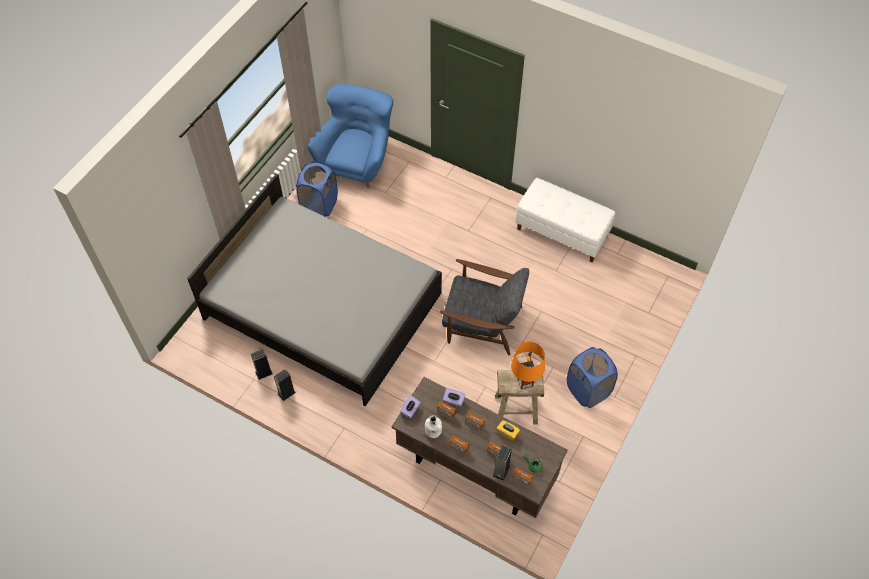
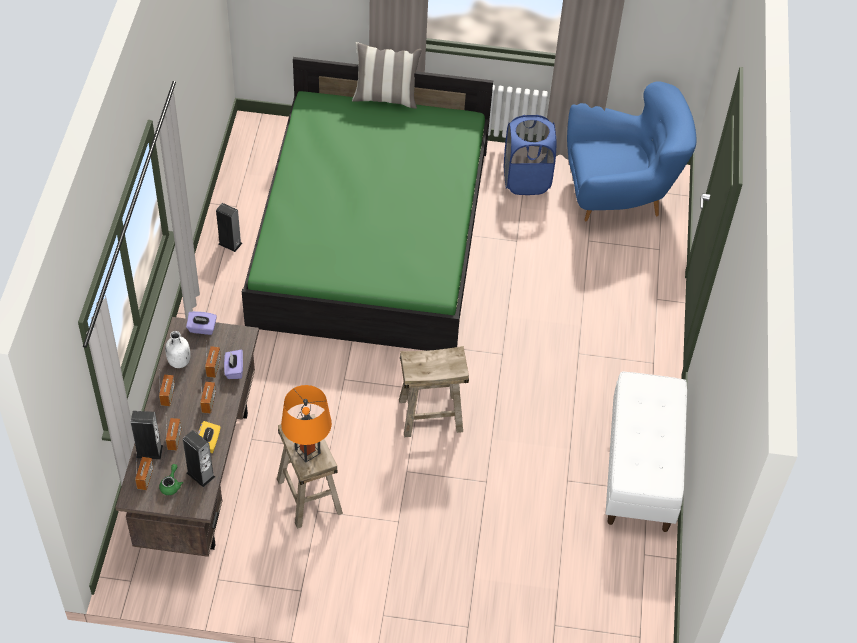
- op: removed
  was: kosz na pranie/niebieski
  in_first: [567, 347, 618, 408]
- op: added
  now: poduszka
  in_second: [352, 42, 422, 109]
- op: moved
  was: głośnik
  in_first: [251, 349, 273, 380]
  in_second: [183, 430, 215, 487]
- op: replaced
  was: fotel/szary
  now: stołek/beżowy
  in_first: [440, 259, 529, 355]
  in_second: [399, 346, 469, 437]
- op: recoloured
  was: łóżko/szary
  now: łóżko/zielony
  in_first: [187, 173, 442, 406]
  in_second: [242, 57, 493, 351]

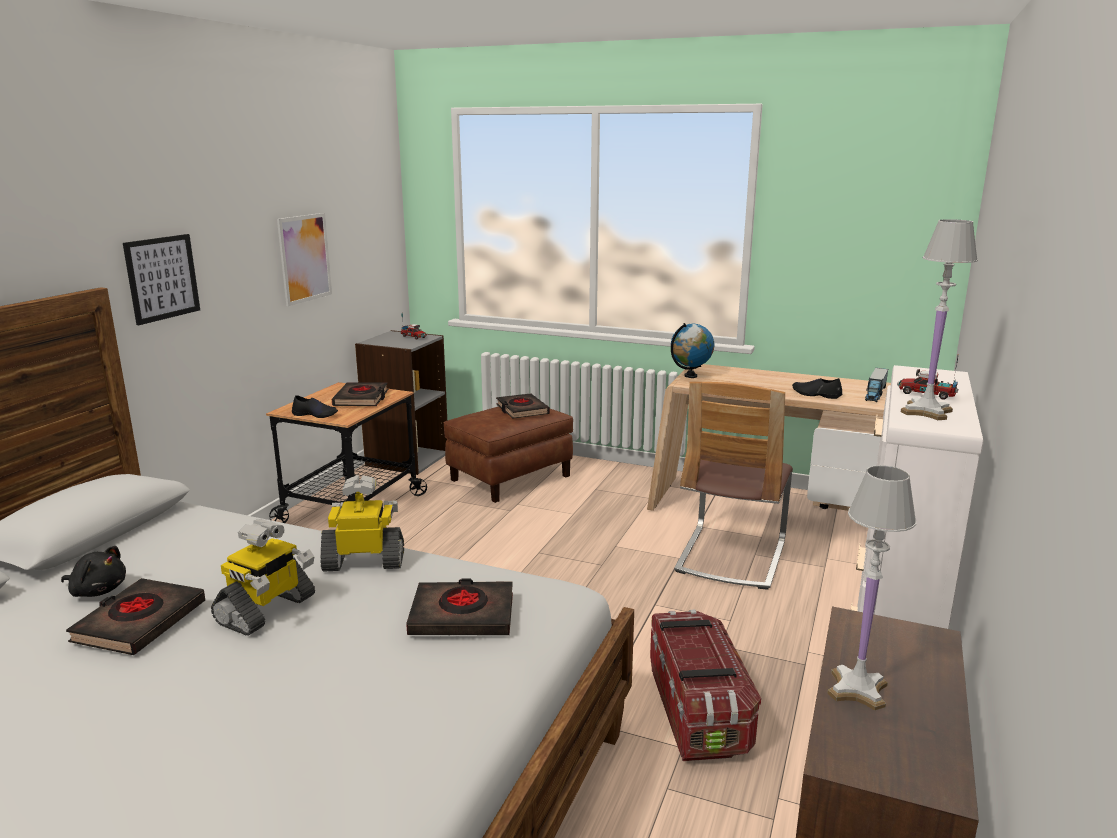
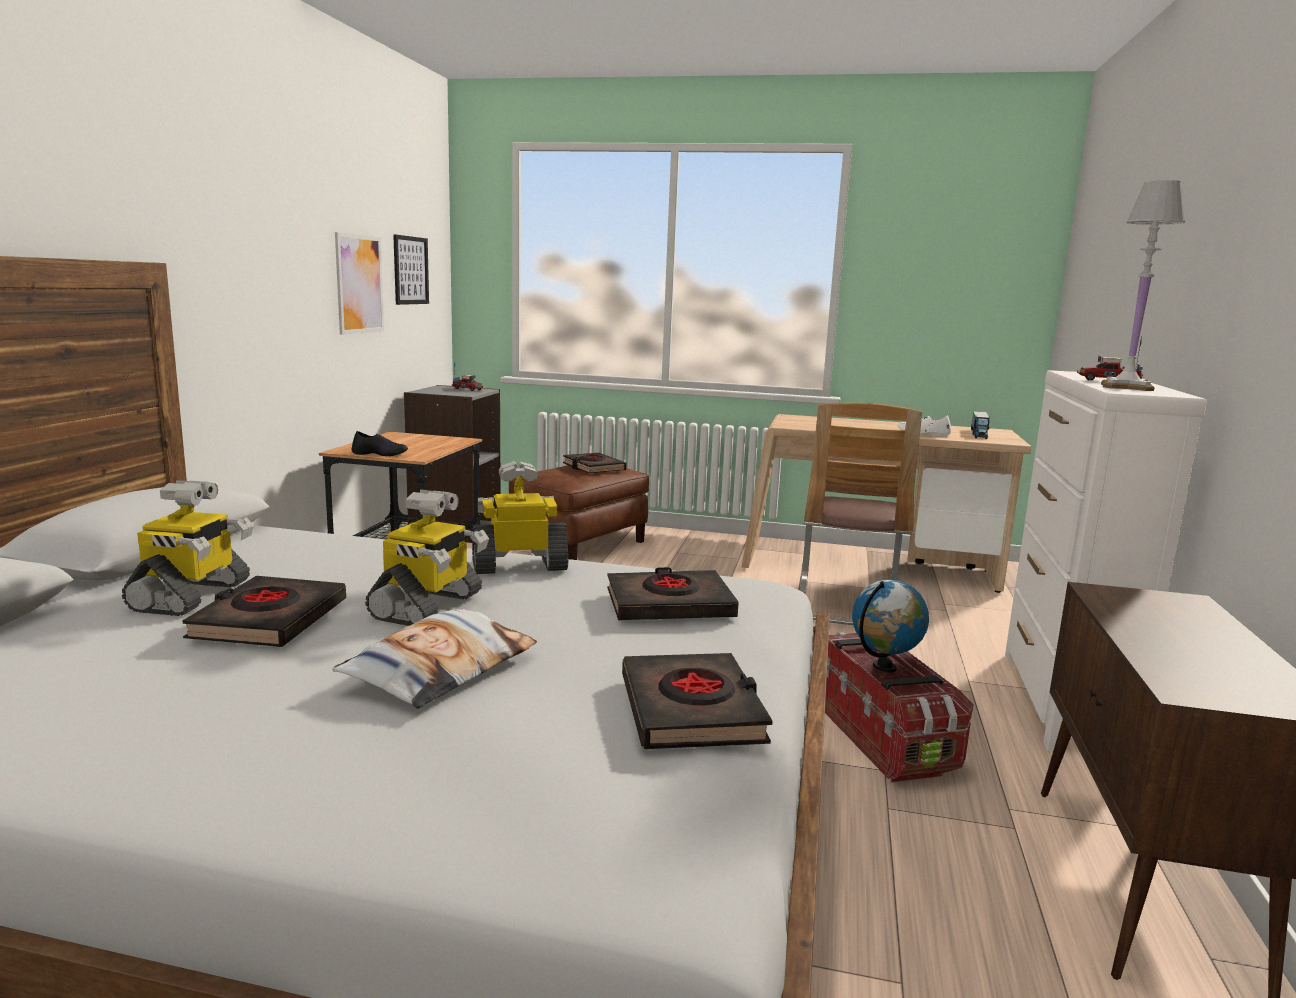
- op: removed
  was: lampa stołowa/biały
  in_first: [827, 465, 916, 711]
- op: added
  now: poduszka
  in_second: [332, 609, 537, 708]
- op: moved
  was: obraz
  in_first: [123, 234, 200, 325]
  in_second: [393, 234, 429, 305]
- op: moved
  was: książka/czarny
  in_first: [332, 382, 388, 406]
  in_second: [622, 653, 773, 749]
- op: moved
  was: globus
  in_first: [671, 323, 714, 378]
  in_second: [852, 580, 929, 673]
- op: replaced
  was: pluszak/czarny
  now: robot zabawkowy
  in_first: [61, 546, 126, 597]
  in_second: [122, 480, 254, 616]
- op: recoloured
  was: but/czarny
  now: but/biały
  in_first: [792, 378, 842, 399]
  in_second: [898, 416, 951, 437]

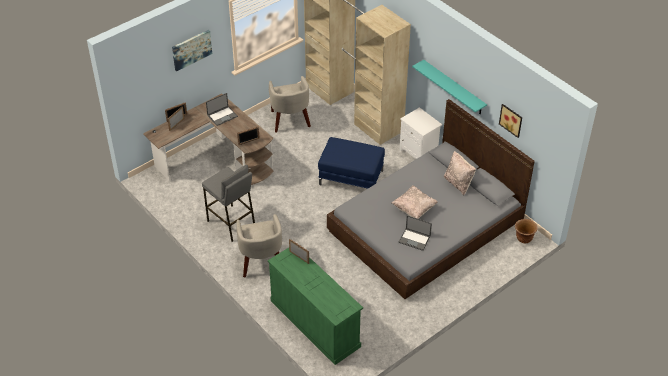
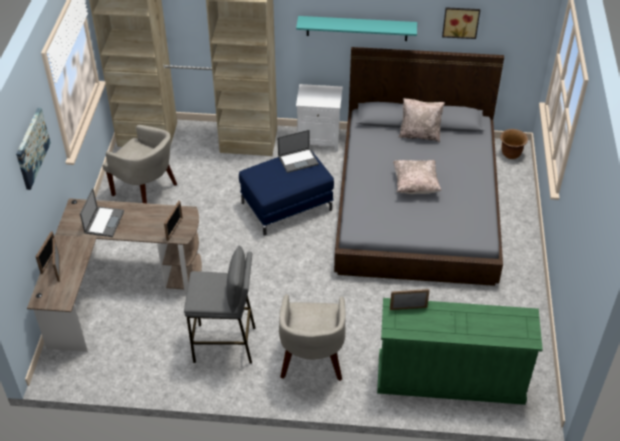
- op: moved
  was: laptop
  in_first: [398, 215, 432, 251]
  in_second: [278, 130, 319, 173]
- op: turned
  was: fotel/beżowy
  in_first: [236, 214, 282, 277]
  in_second: [279, 294, 346, 381]
  clockwise: 60

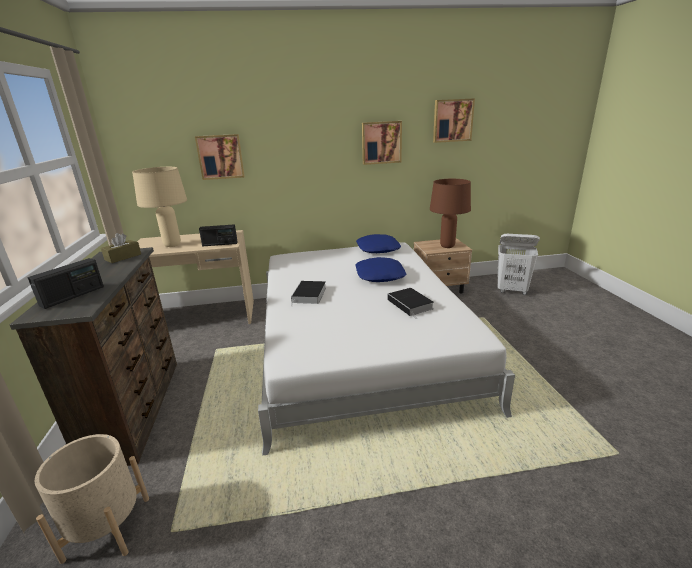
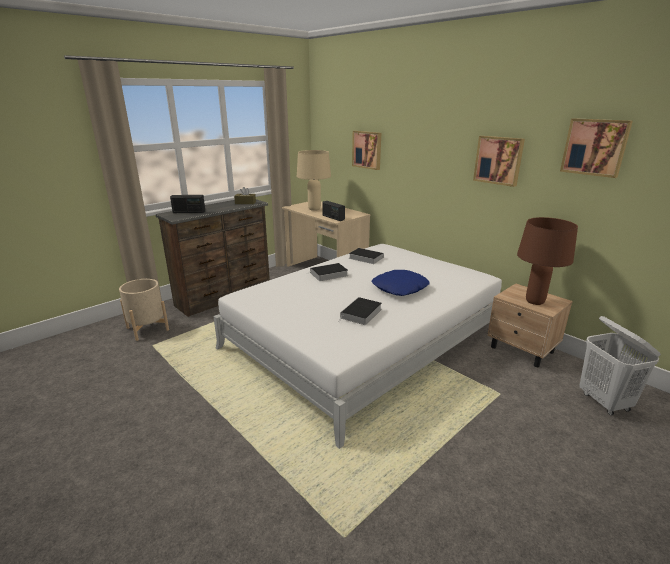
- op: removed
  was: poduszka/niebieski
  in_first: [356, 234, 401, 253]
- op: added
  now: książka
  in_second: [349, 248, 384, 264]

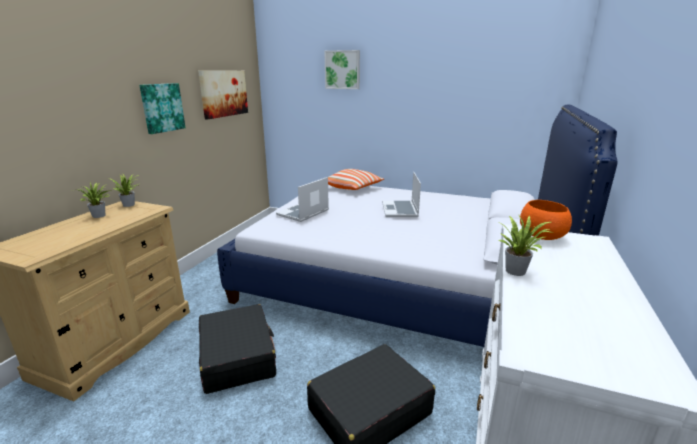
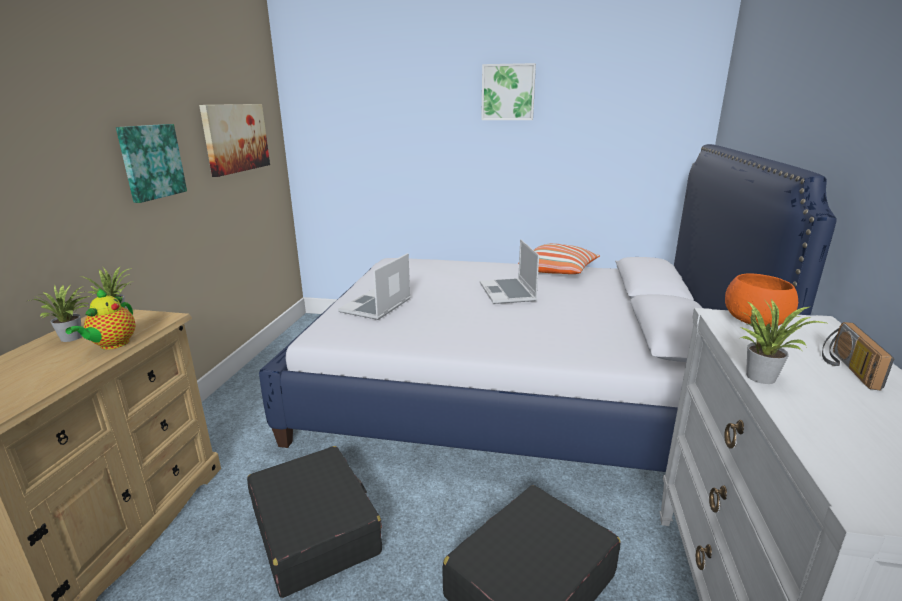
- op: added
  now: imbryk
  in_second: [65, 288, 135, 350]
- op: added
  now: radio
  in_second: [822, 322, 894, 391]
- op: moved
  was: obraz
  in_first: [324, 50, 360, 89]
  in_second: [481, 63, 536, 120]
- op: moved
  was: poduszka
  in_first: [328, 169, 384, 190]
  in_second: [518, 243, 600, 274]

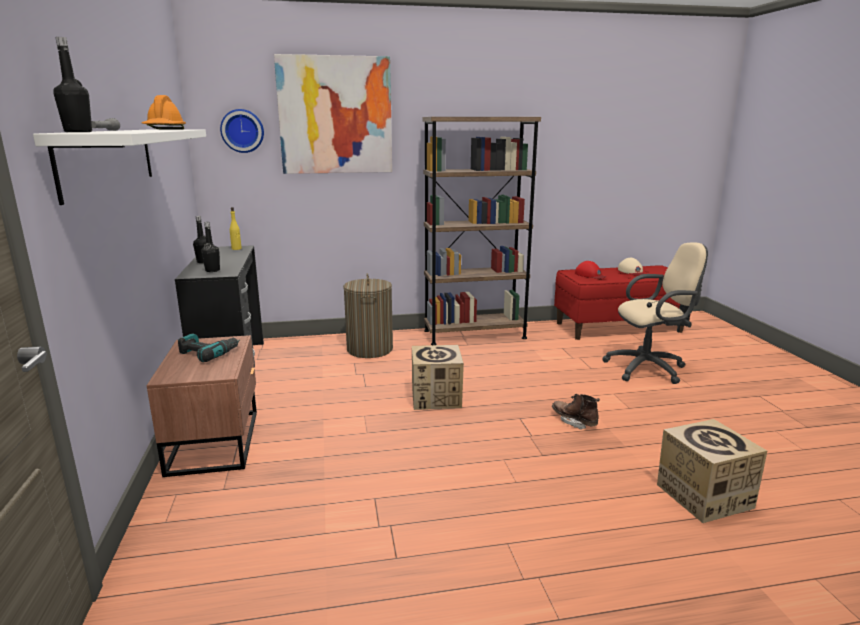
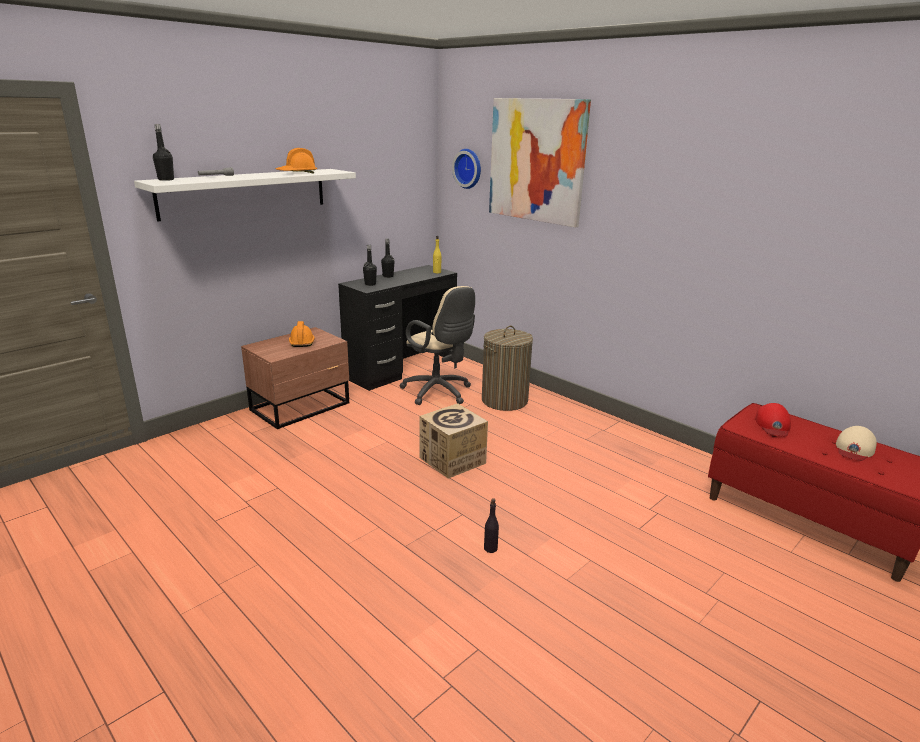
- op: removed
  was: regał/brązowy
  in_first: [422, 117, 541, 345]
- op: removed
  was: karton
  in_first: [657, 419, 767, 523]
- op: moved
  was: krzesło biurowe/beżowy
  in_first: [602, 242, 708, 384]
  in_second: [399, 286, 475, 405]
- op: replaced
  was: wiertarka
  now: kask/pomarańczowy
  in_first: [178, 333, 240, 362]
  in_second: [289, 321, 315, 347]
- op: replaced
  was: but z cholewką/brązowy
  now: butelka/czarny
  in_first: [552, 394, 600, 430]
  in_second: [484, 498, 499, 553]

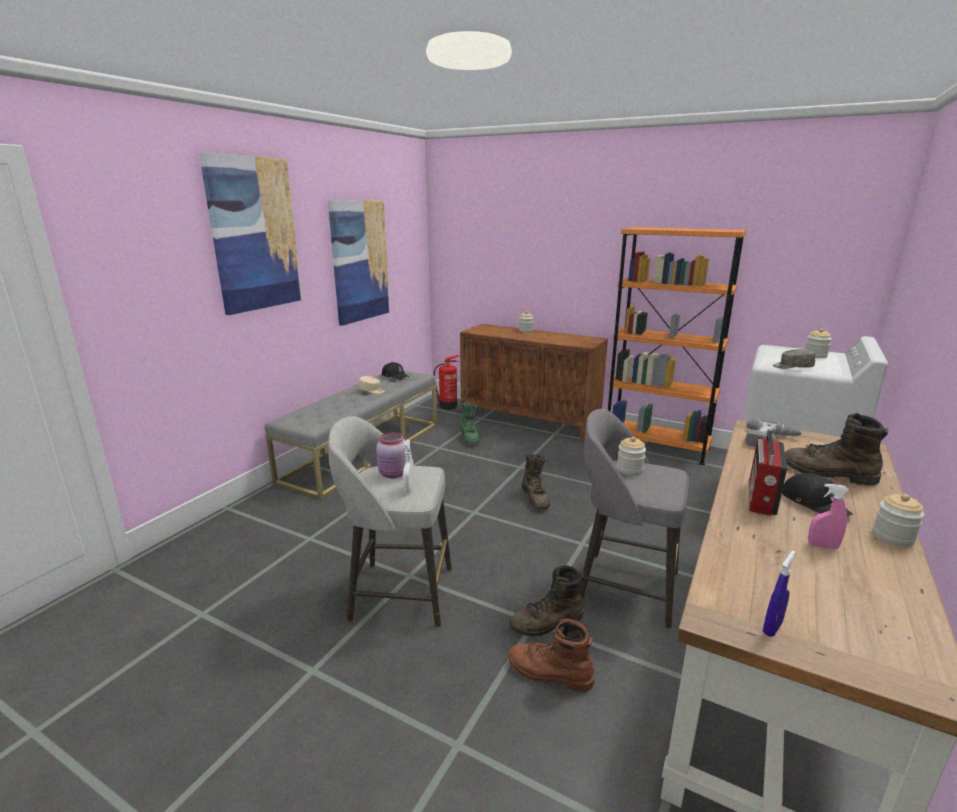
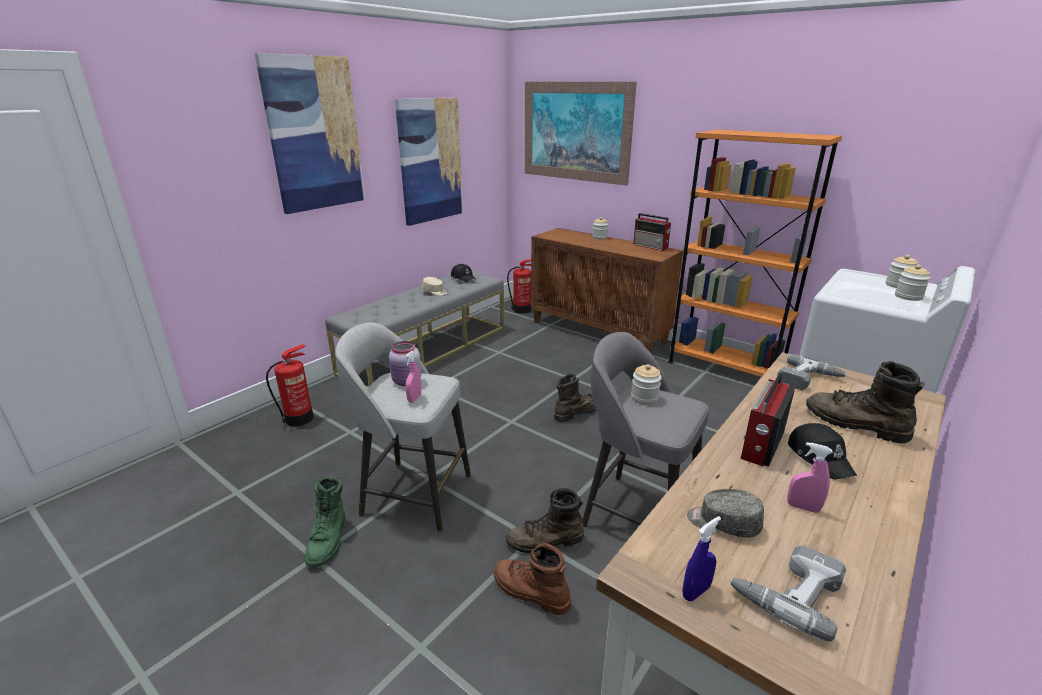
- op: added
  now: gaśnica
  in_second: [266, 344, 313, 426]
- op: added
  now: obraz
  in_second: [525, 81, 637, 186]
- op: added
  now: radio
  in_second: [633, 213, 671, 251]
- op: added
  now: wiertarka
  in_second: [729, 545, 846, 642]
- op: moved
  was: but z cholewką/zielony
  in_first: [461, 403, 480, 444]
  in_second: [304, 476, 345, 567]
- op: moved
  was: czapka z daszkiem/szary
  in_first: [773, 349, 815, 369]
  in_second: [687, 489, 764, 538]
- op: moved
  was: słoik
  in_first: [873, 494, 925, 547]
  in_second: [895, 265, 930, 301]
- op: recoloured
  was: spryskiwacz/biały
  now: spryskiwacz/różowy
  in_first: [403, 439, 415, 493]
  in_second: [405, 351, 421, 403]
- op: turned
  was: but z cholewką/brązowy
  in_first: [522, 454, 550, 509]
  in_second: [554, 374, 596, 422]
  clockwise: -120

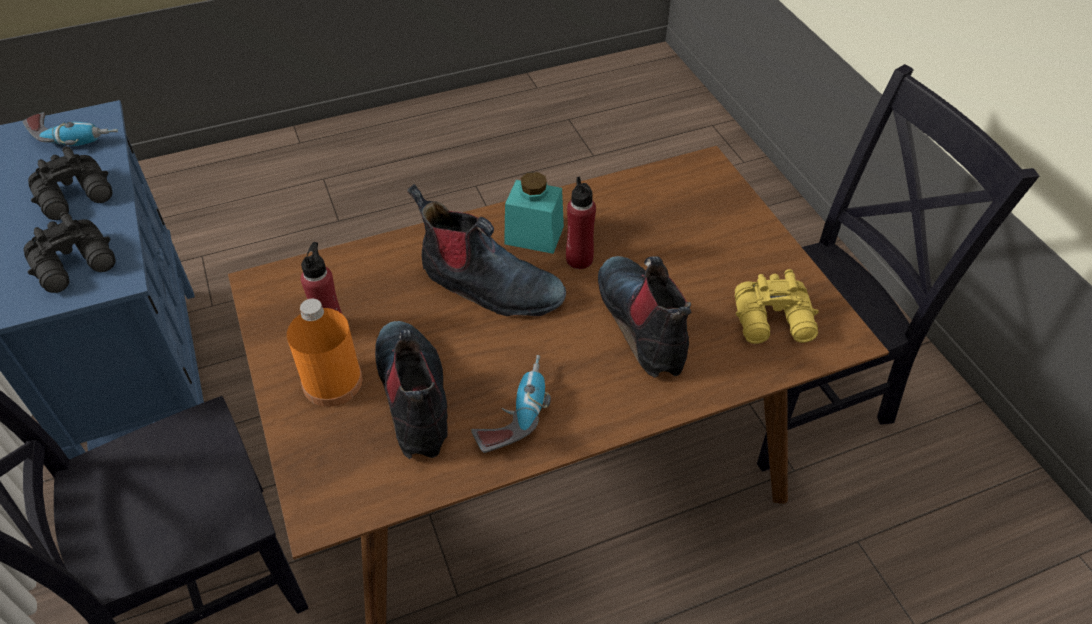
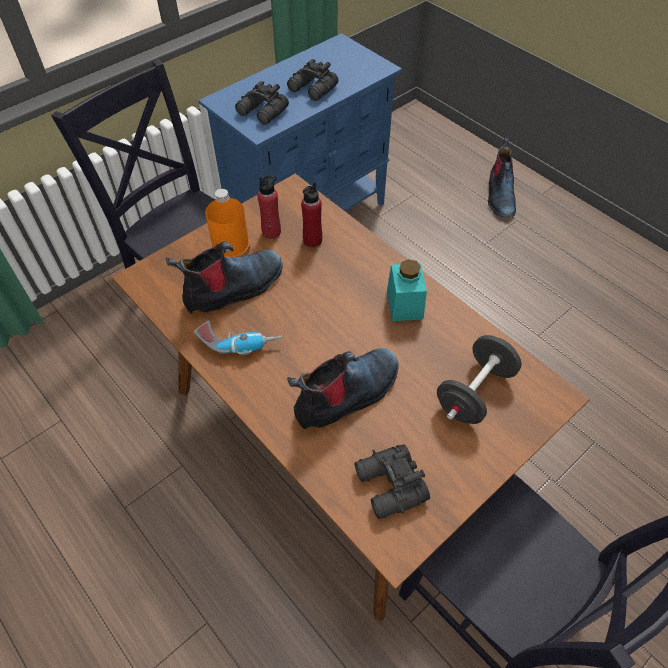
- op: removed
  was: wiertarka
  in_first: [22, 112, 118, 146]
- op: added
  now: hantel/czarny
  in_second: [437, 335, 522, 424]
- op: moved
  was: but z cholewką
  in_first: [407, 184, 566, 316]
  in_second: [488, 136, 516, 218]
- op: moved
  was: butelka/czerwony
  in_first: [566, 177, 596, 269]
  in_second: [301, 182, 322, 247]
- op: recoloured
  was: lornetka/żółty
  now: lornetka/czarny
  in_first: [735, 269, 819, 344]
  in_second: [355, 444, 430, 519]

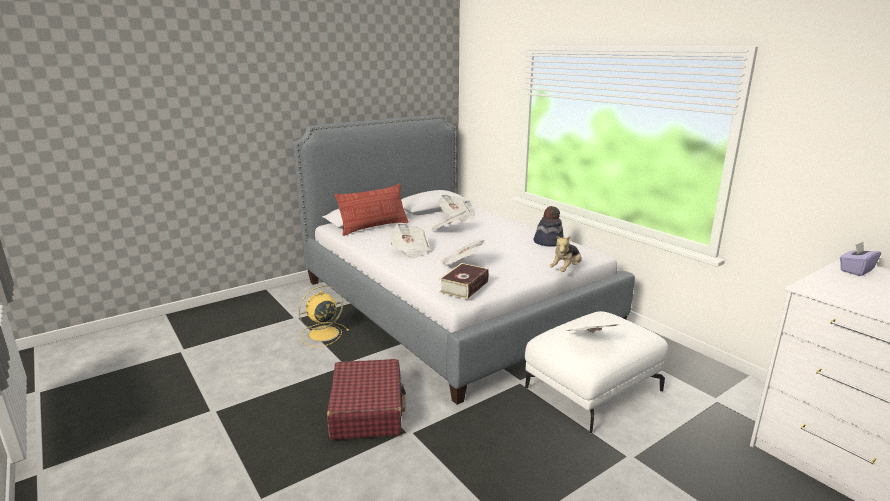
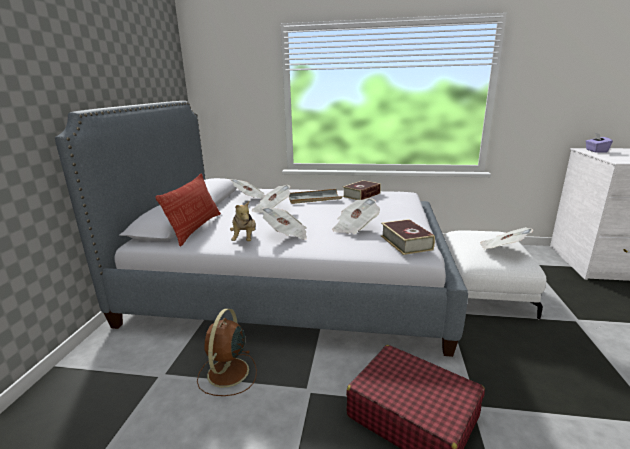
- op: added
  now: taca/szary
  in_second: [289, 189, 342, 204]
- op: moved
  was: pluszak
  in_first: [549, 236, 582, 272]
  in_second: [230, 201, 256, 241]
- op: replaced
  was: kapelusz
  now: książka
  in_first: [533, 206, 564, 247]
  in_second: [342, 180, 381, 200]
- op: recoloured
  was: wentylator/żółty
  now: wentylator/brązowy
  in_first: [298, 285, 349, 347]
  in_second: [197, 309, 257, 396]

